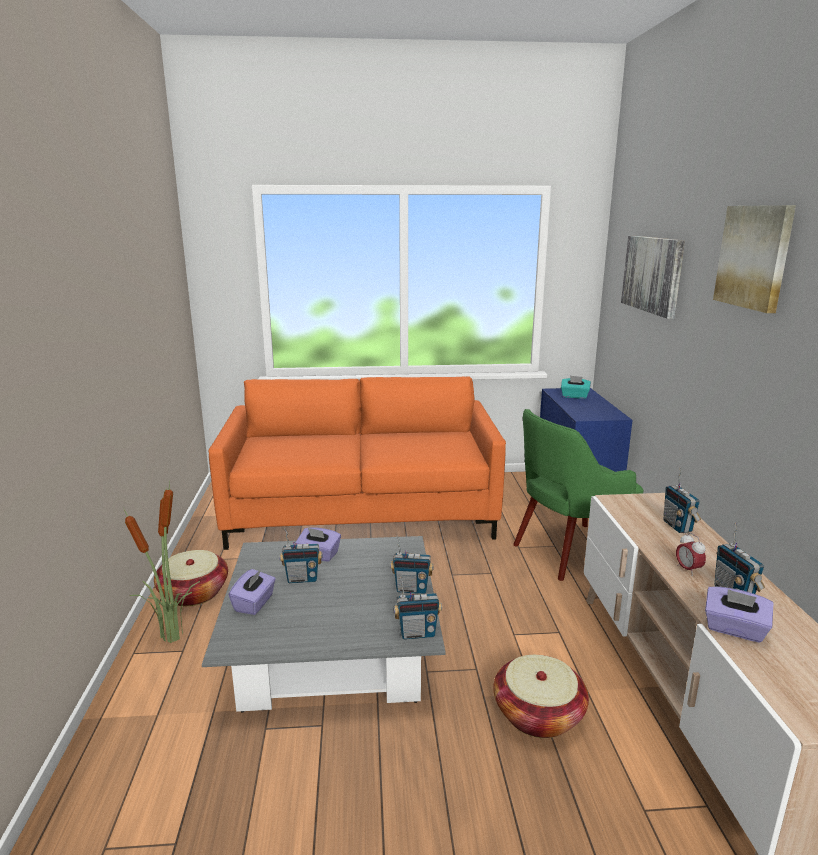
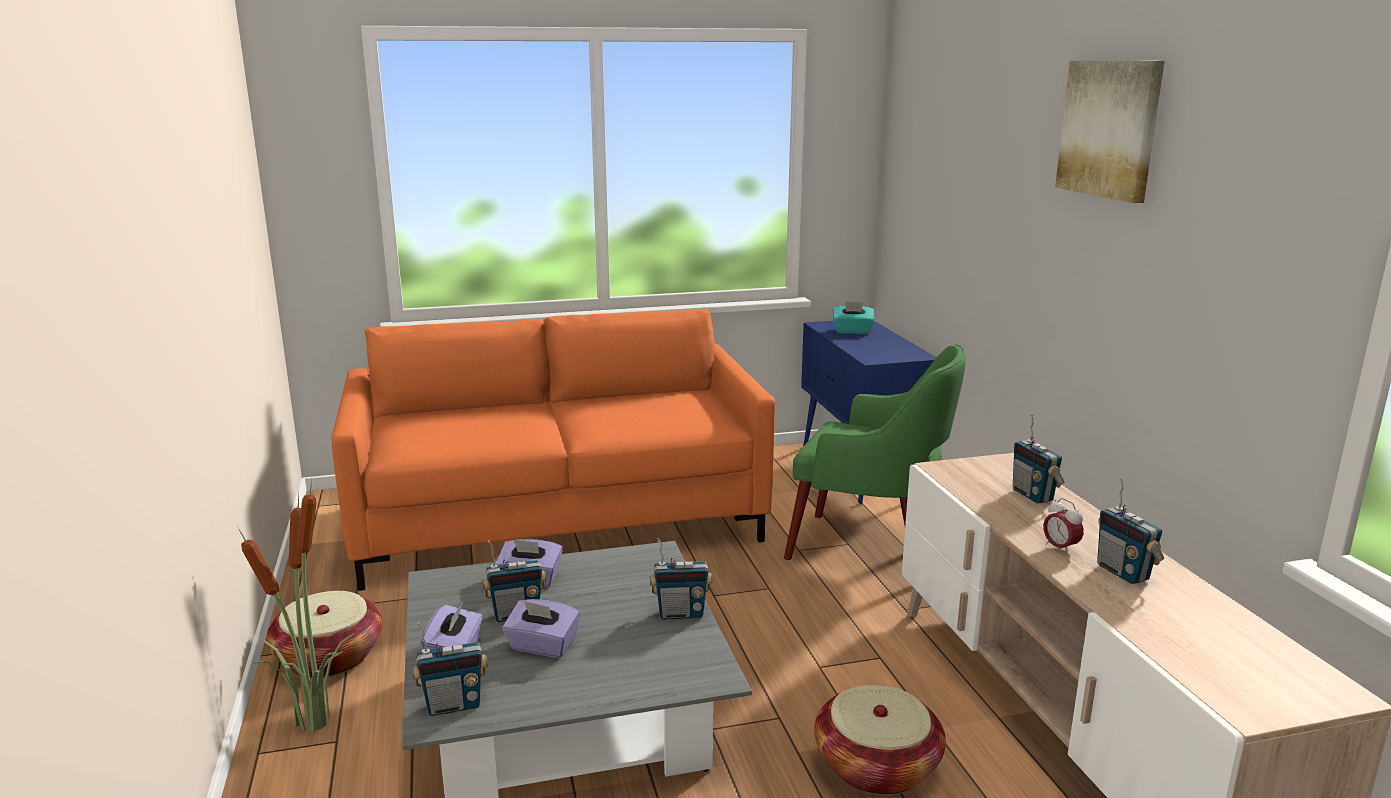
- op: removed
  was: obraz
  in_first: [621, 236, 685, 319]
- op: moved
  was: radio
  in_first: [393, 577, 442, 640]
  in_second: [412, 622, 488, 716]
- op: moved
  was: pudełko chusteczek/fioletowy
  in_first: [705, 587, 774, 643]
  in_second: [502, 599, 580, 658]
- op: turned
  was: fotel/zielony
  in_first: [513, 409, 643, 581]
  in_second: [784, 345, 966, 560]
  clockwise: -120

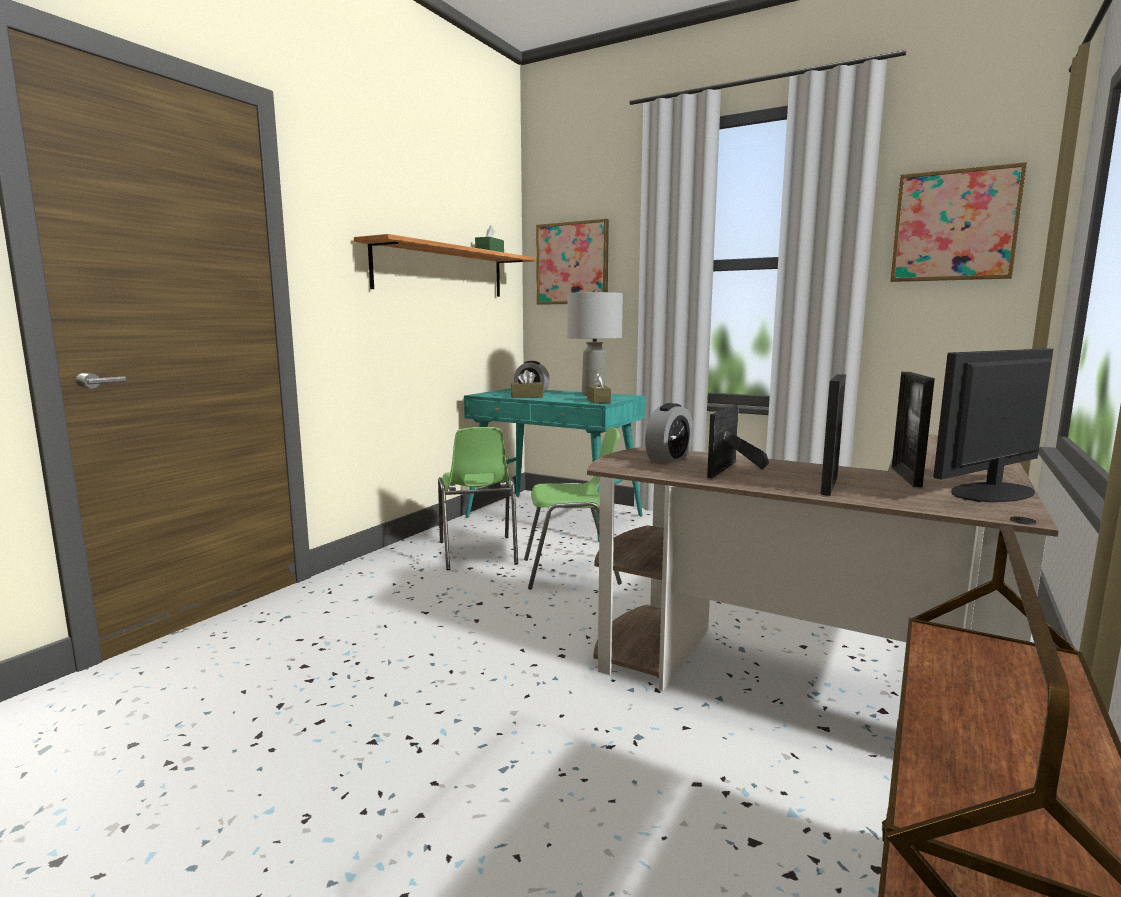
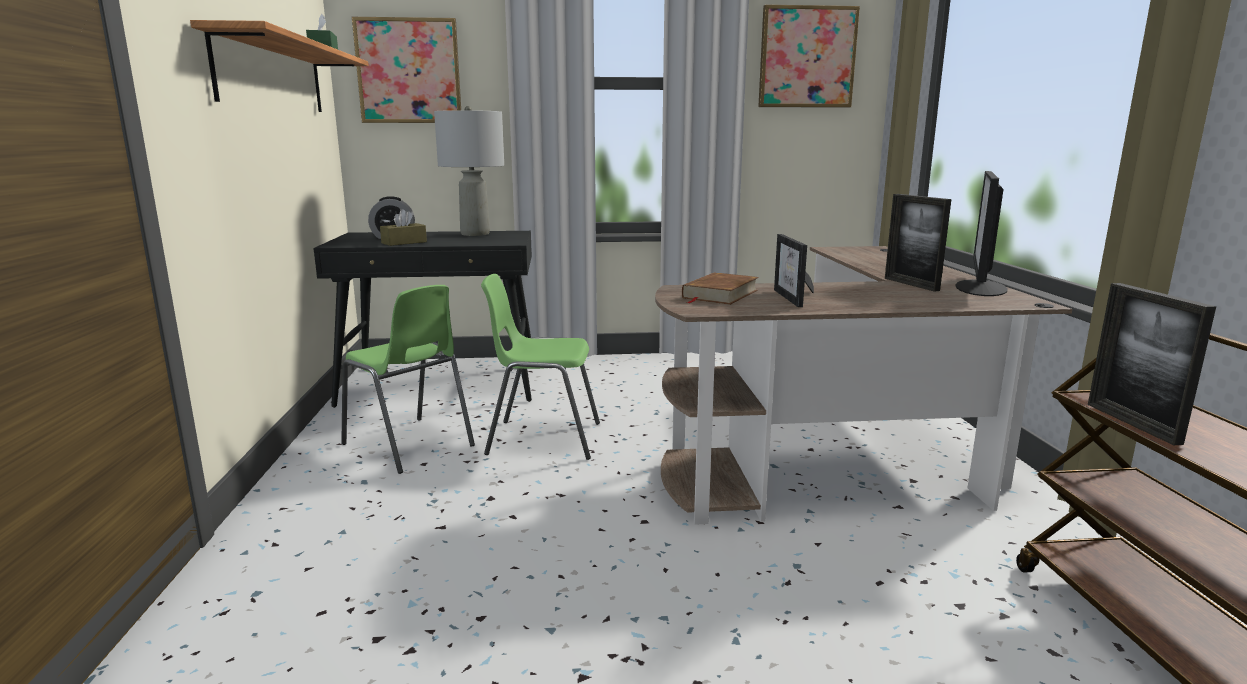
- op: removed
  was: pudełko chusteczek/brązowy
  in_first: [587, 373, 611, 404]
- op: moved
  was: ramka na zdjęcie
  in_first: [820, 374, 846, 496]
  in_second: [1088, 283, 1216, 445]
- op: replaced
  was: budzik
  now: książka/brązowy
  in_first: [645, 403, 693, 463]
  in_second: [682, 272, 759, 305]
- op: recoloured
  was: biurko/turkusowy
  now: biurko/czarny
  in_first: [464, 388, 645, 542]
  in_second: [313, 231, 532, 408]
- op: turned
  was: krzesło/zielony
  in_first: [524, 427, 622, 590]
  in_second: [481, 274, 600, 460]
  clockwise: -135

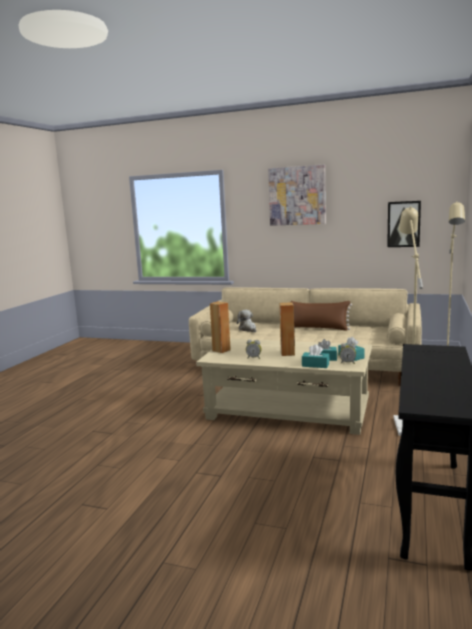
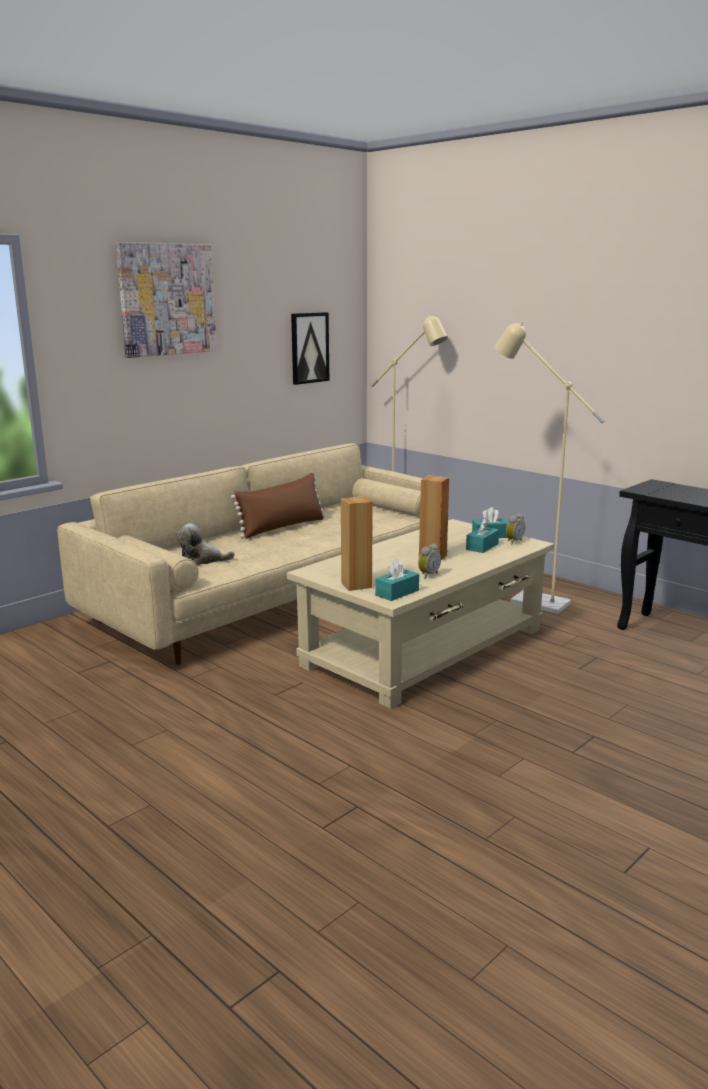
- op: moved
  was: pudełko chusteczek/turkusowy
  in_first: [302, 344, 329, 368]
  in_second: [375, 559, 419, 601]

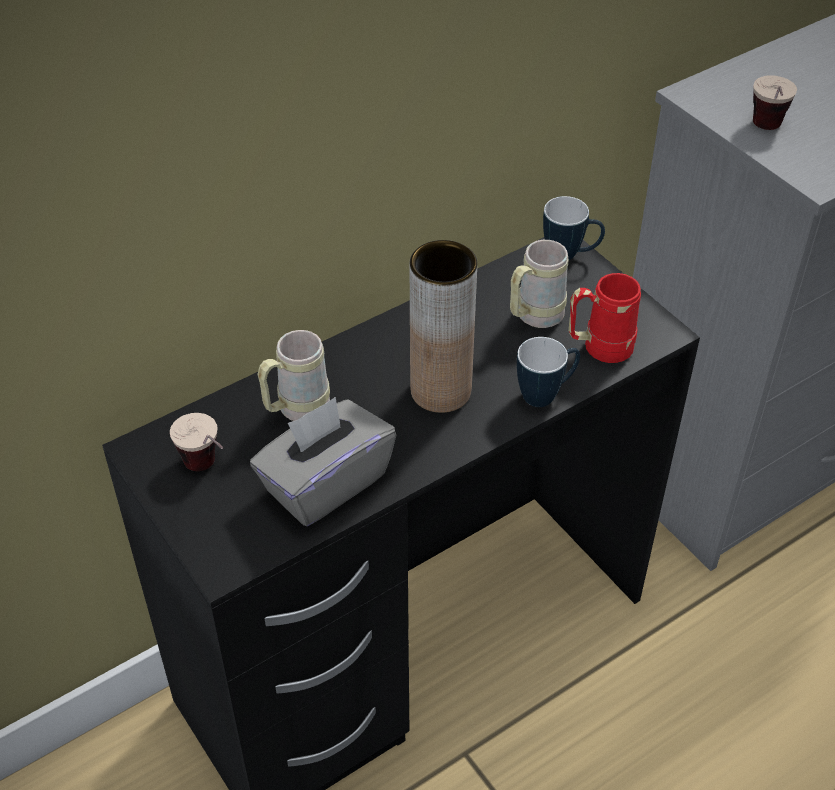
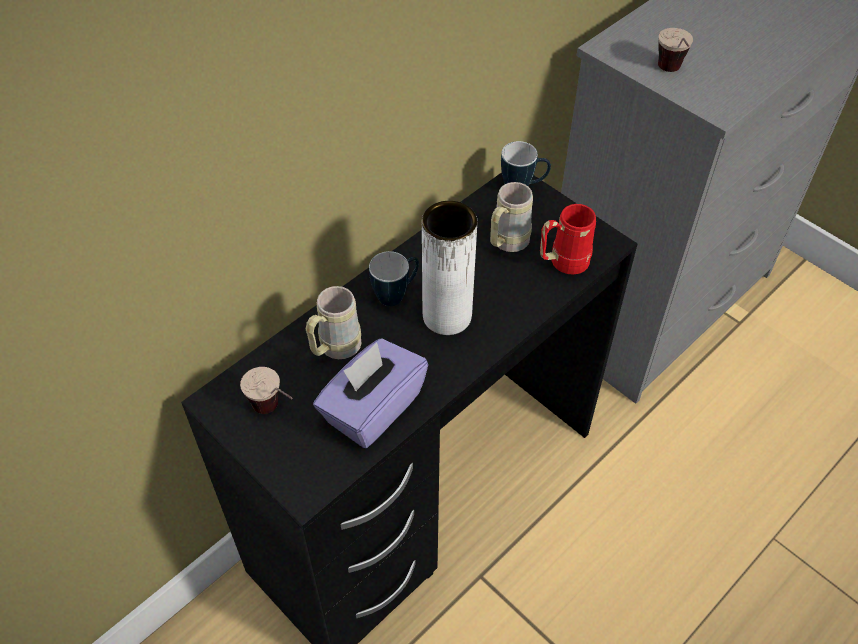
- op: moved
  was: kubek
  in_first: [517, 337, 580, 407]
  in_second: [369, 251, 419, 306]
- op: recoloured
  was: pudełko chusteczek/szary
  now: pudełko chusteczek/fioletowy
  in_first: [250, 397, 396, 526]
  in_second: [313, 338, 428, 448]
- op: recoloured
  was: wazon/brązowy
  now: wazon/biały
  in_first: [410, 240, 477, 413]
  in_second: [422, 201, 477, 335]

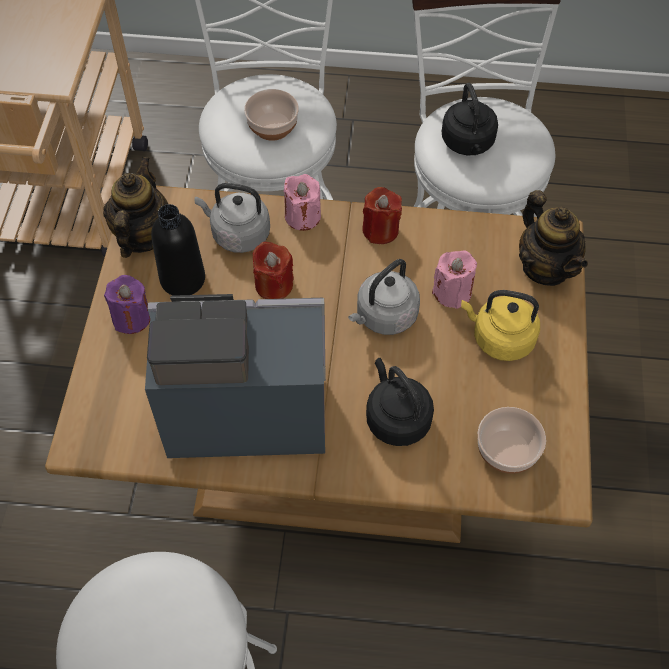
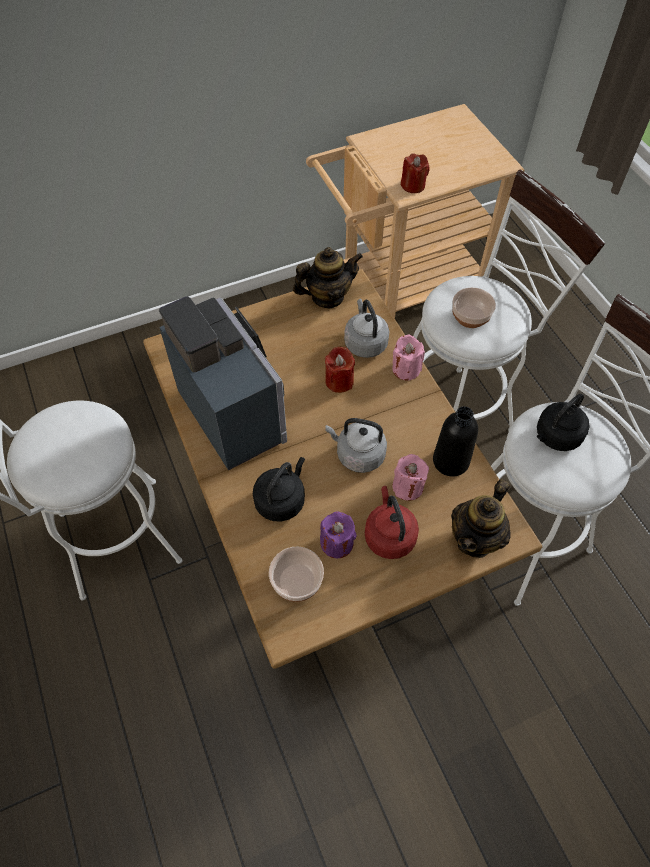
- op: moved
  was: świeca/fioletowy
  in_first: [104, 275, 150, 334]
  in_second: [320, 512, 357, 558]
- op: moved
  was: butelka/czarny
  in_first: [151, 204, 205, 296]
  in_second: [433, 406, 478, 477]
- op: moved
  was: świeca/czerwony
  in_first: [362, 187, 402, 244]
  in_second: [401, 153, 430, 193]
- op: recoloured
  was: czajnik/żółty
  now: czajnik/czerwony
  in_first: [461, 290, 540, 361]
  in_second: [365, 486, 419, 559]

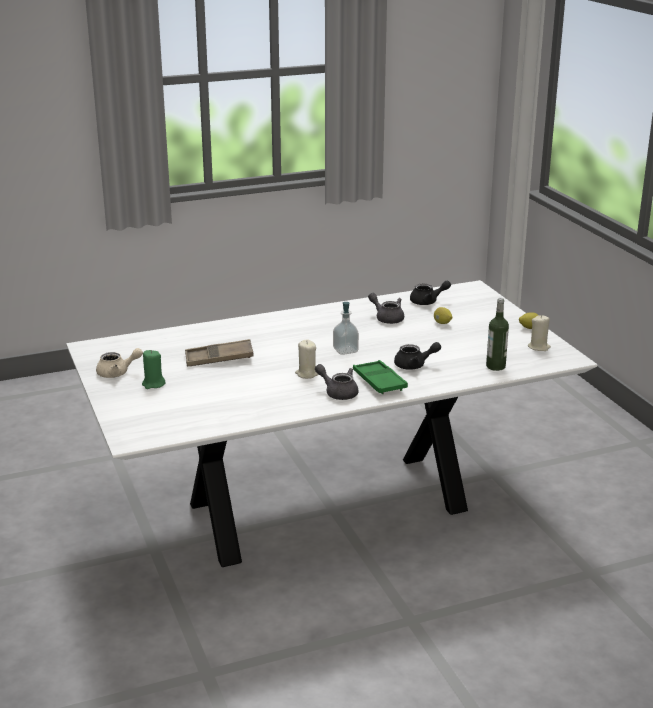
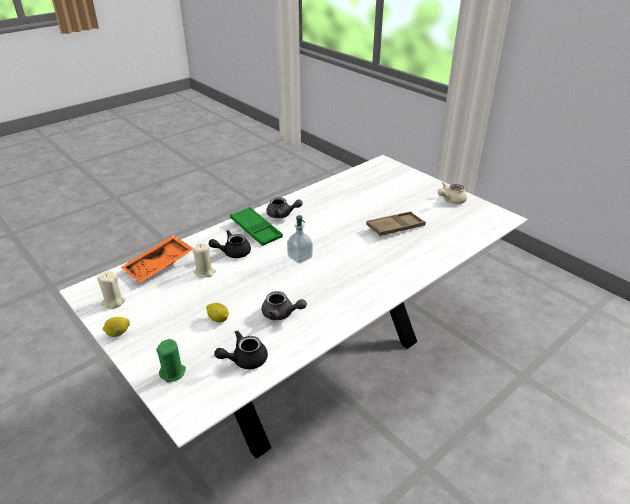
- op: moved
  was: świeca/zielony
  in_first: [142, 350, 166, 389]
  in_second: [156, 339, 186, 382]
- op: moved
  was: świeca/beżowy
  in_first: [295, 339, 318, 379]
  in_second: [192, 244, 216, 278]
- op: replaced
  was: butelka
  now: taca/pomarańczowy
  in_first: [486, 298, 509, 371]
  in_second: [121, 235, 193, 283]

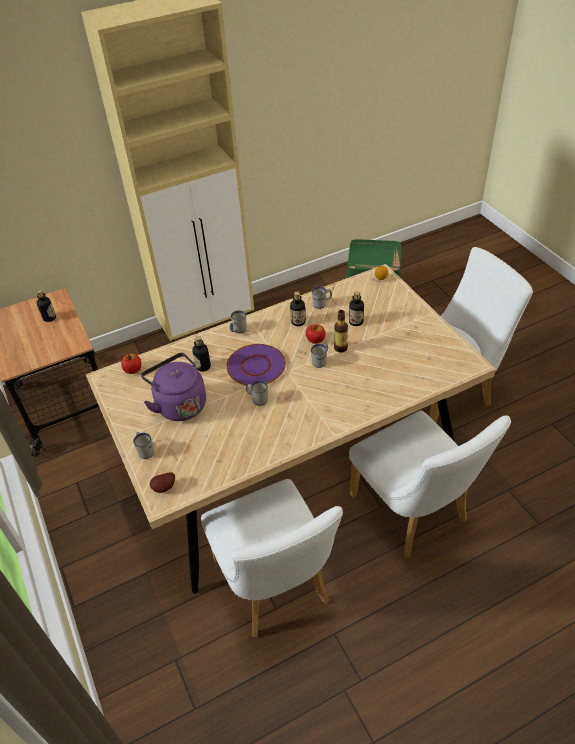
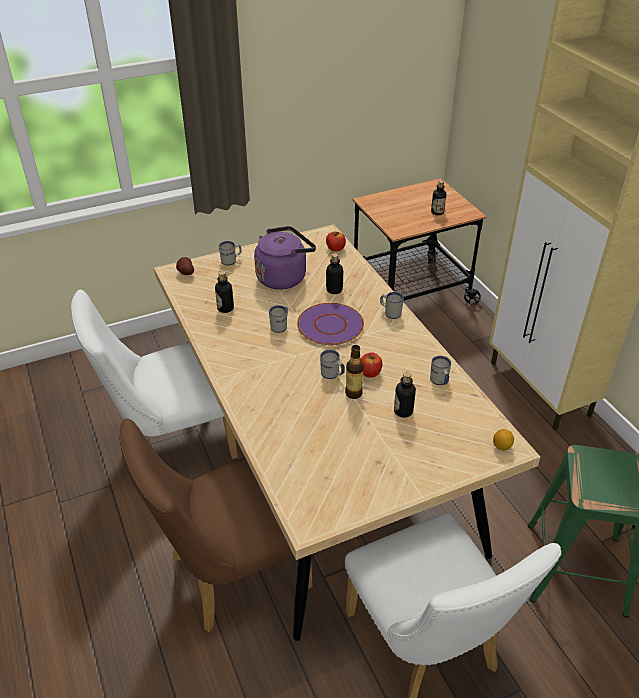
- op: moved
  was: butelka
  in_first: [290, 292, 306, 326]
  in_second: [215, 271, 234, 313]
- op: recoloured
  was: krzesło/biały
  now: krzesło/brązowy
  in_first: [349, 411, 511, 557]
  in_second: [119, 418, 313, 632]

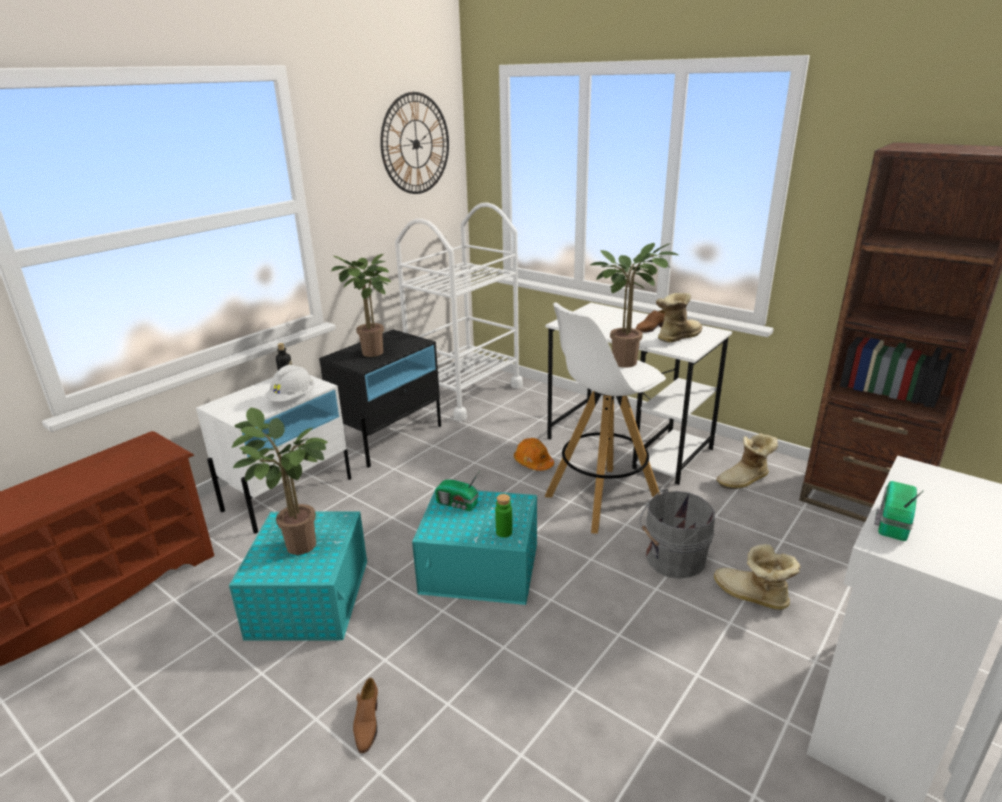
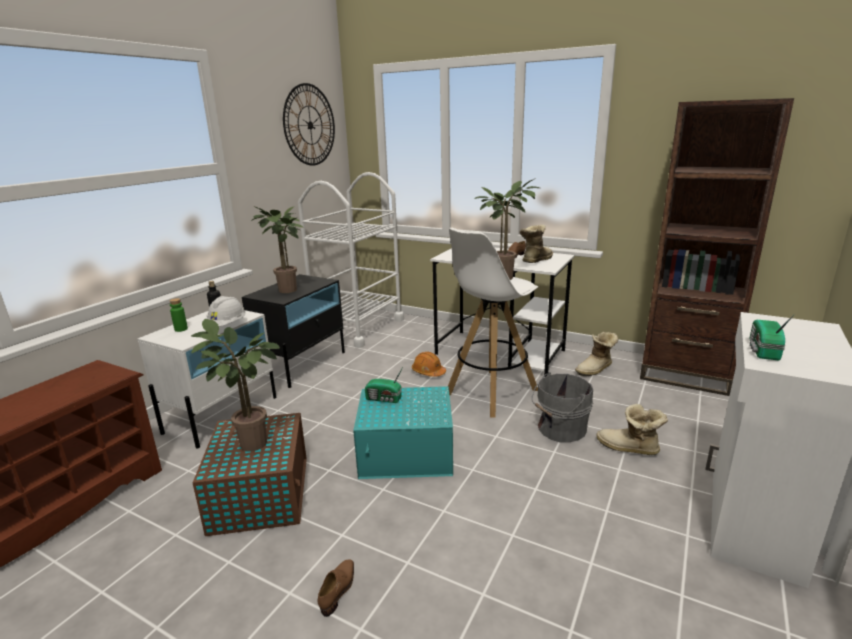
- op: moved
  was: butelka/zielony
  in_first: [495, 494, 512, 538]
  in_second: [169, 298, 188, 332]
- op: recoloured
  was: pojemnik do przechowywania/turkusowy
  now: pojemnik do przechowywania/brązowy
  in_first: [229, 511, 367, 640]
  in_second: [193, 413, 307, 536]
- op: turned
  was: but/brązowy
  in_first: [353, 678, 378, 753]
  in_second: [318, 560, 354, 617]
  clockwise: -150

